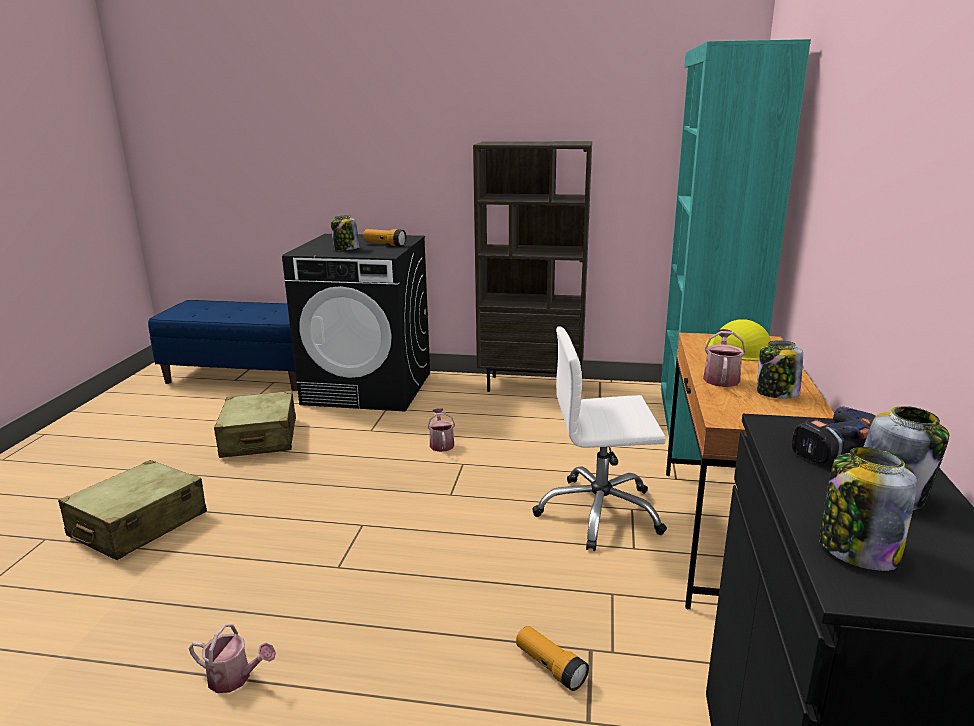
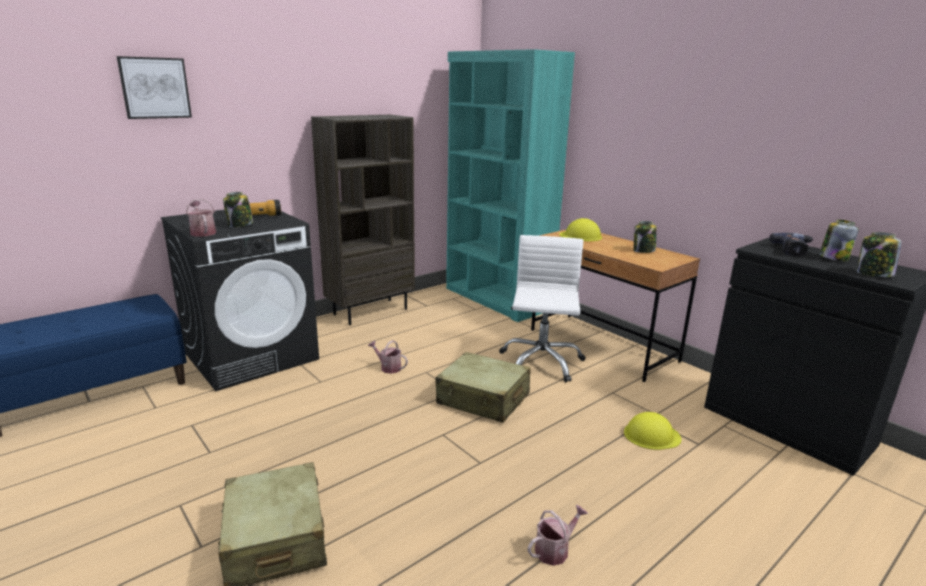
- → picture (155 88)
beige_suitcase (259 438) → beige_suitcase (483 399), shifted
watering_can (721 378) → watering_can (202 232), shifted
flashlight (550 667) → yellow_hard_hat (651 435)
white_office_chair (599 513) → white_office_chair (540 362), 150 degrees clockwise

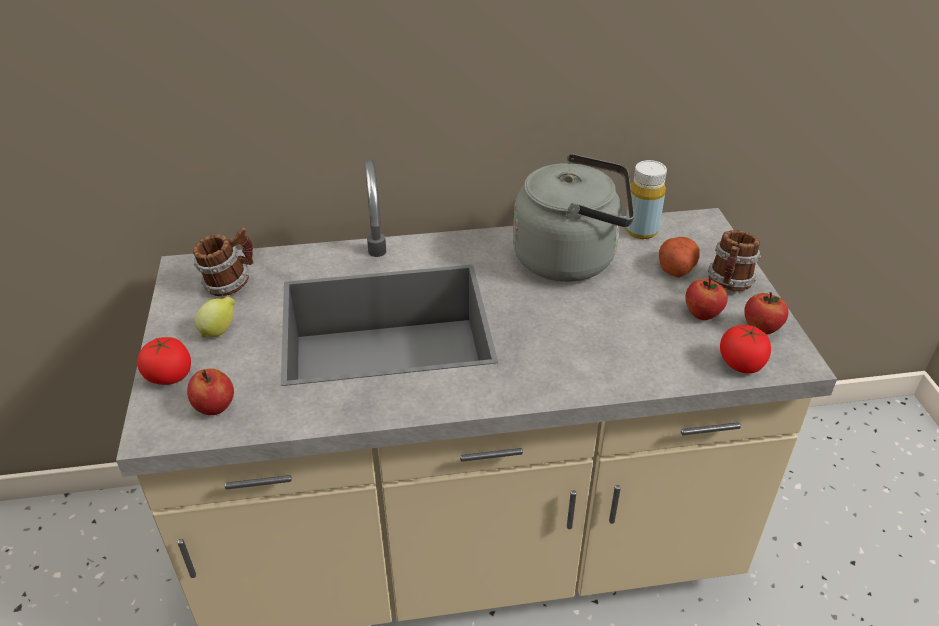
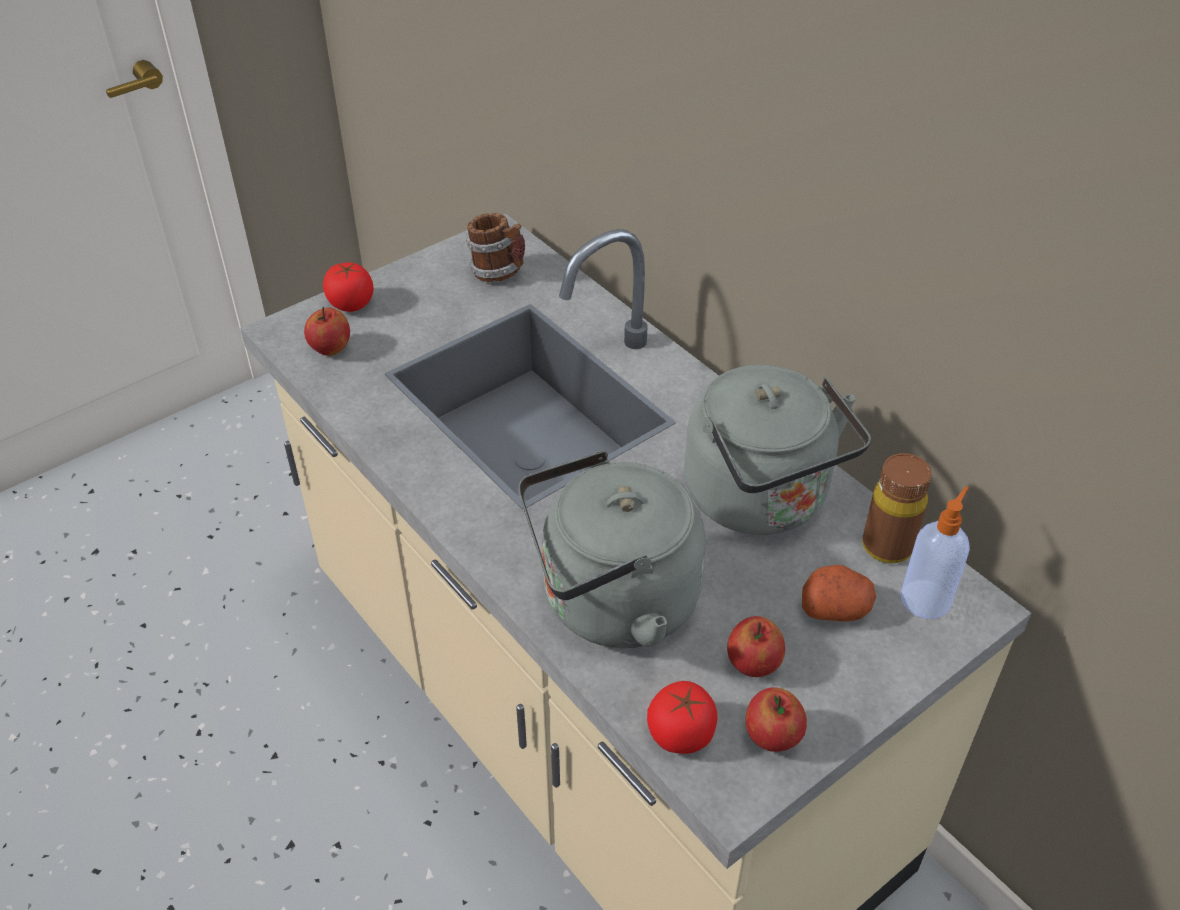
lemon (220 331) → -
mug (729 284) → -
- → grey_kettle (611 603)
- → soap_dispenser (926 598)
yellow_bottle (641 230) → brown_bottle (887 546)

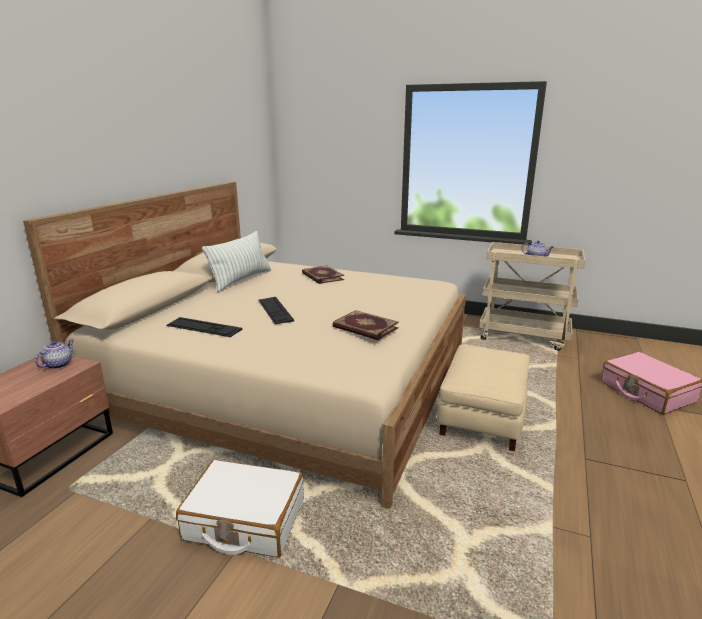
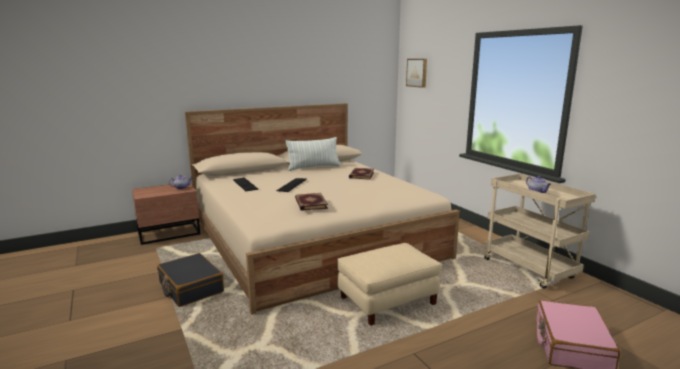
- → picture (417 72)
white_suitcase (245 520) → black_suitcase (190 288)

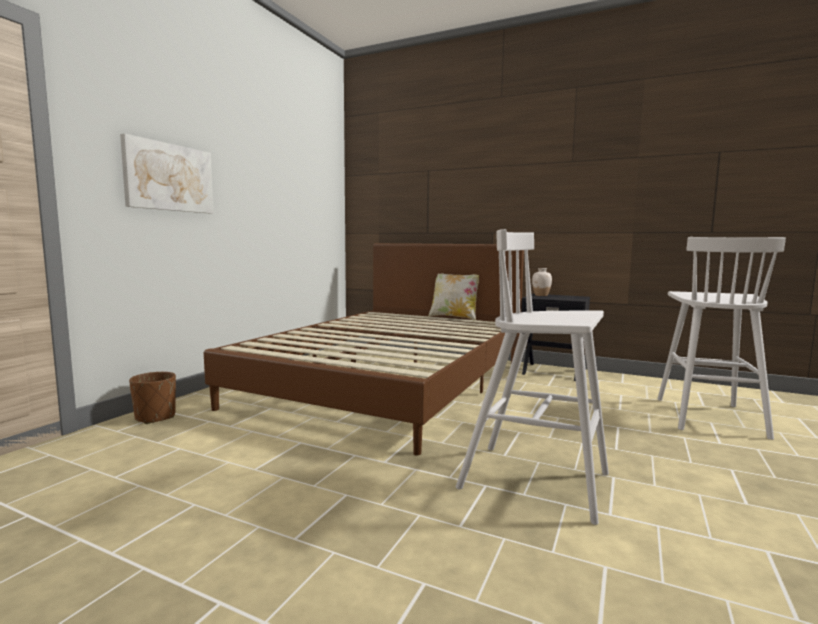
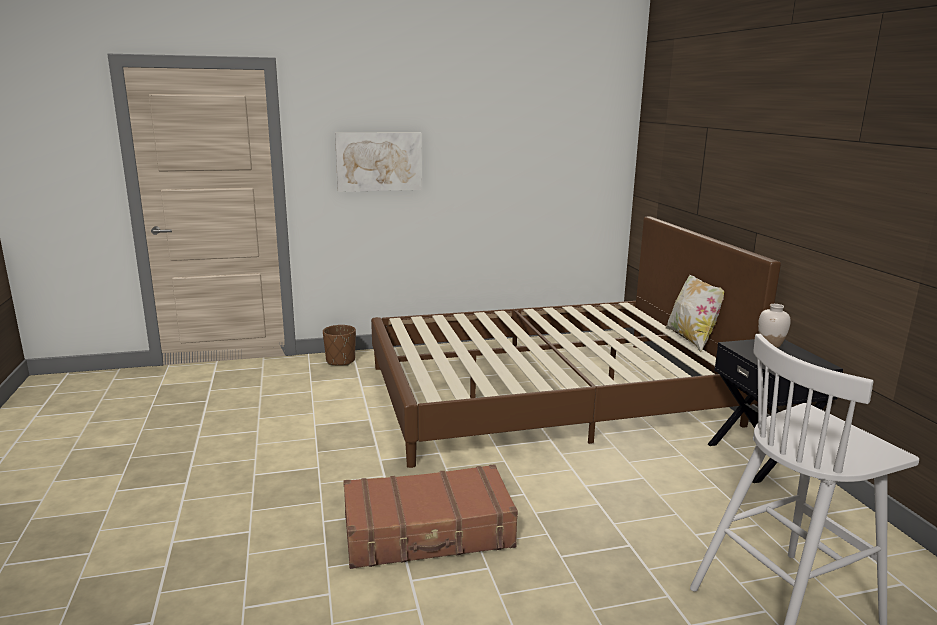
white_stool (538 482) → brown_suitcase (428 532)

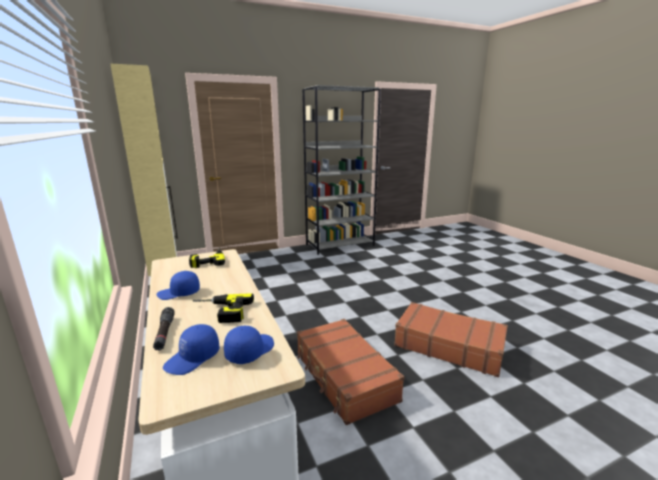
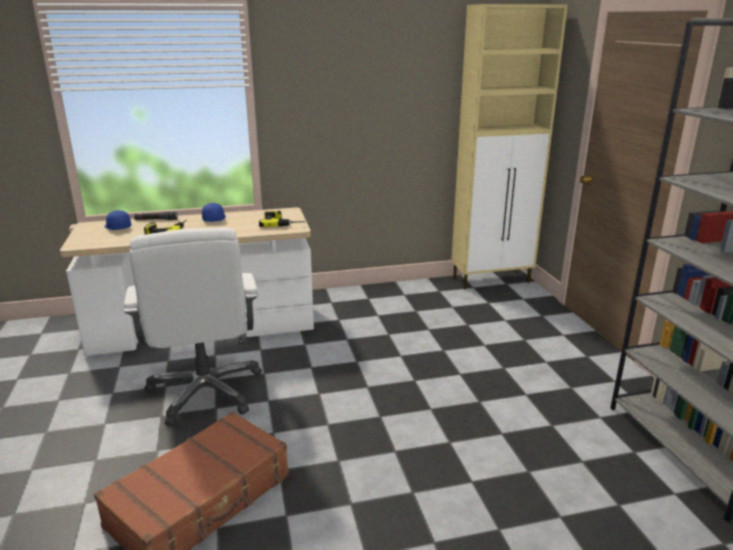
blue_cap (249 350) → -
brown_suitcase (344 376) → white_office_chair (206 392)

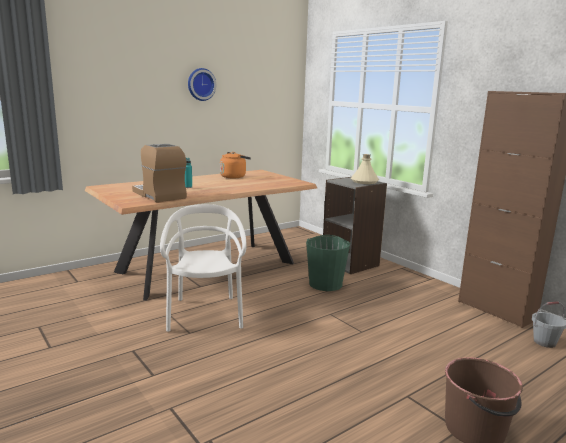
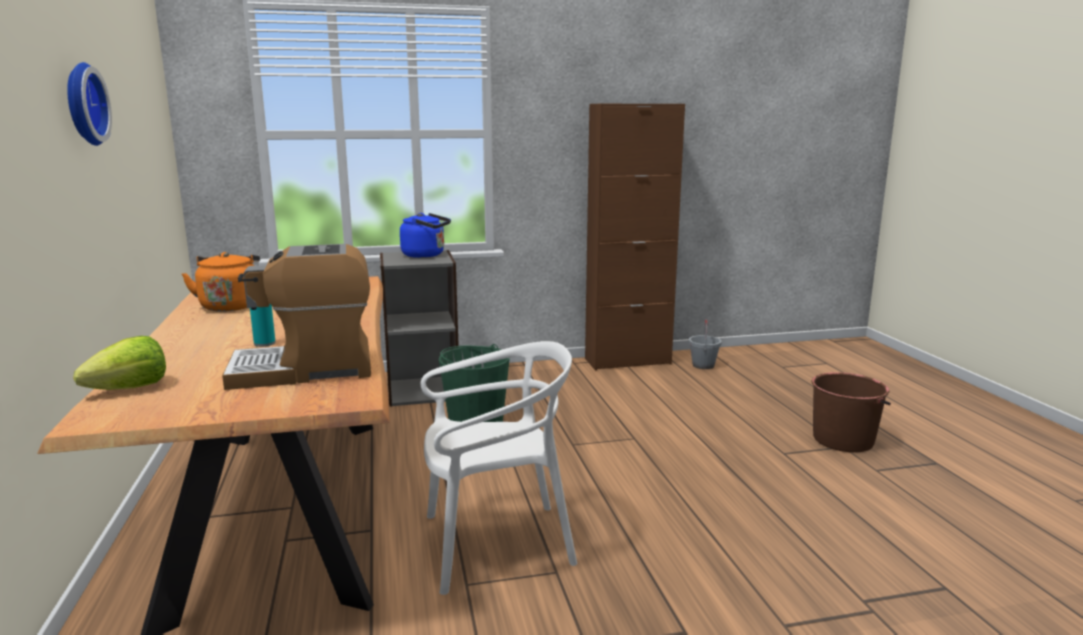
- → lettuce (130 388)
beige_bottle (364 182) → blue_kettle (426 255)
white_chair (205 314) → white_chair (496 544), 150 degrees clockwise

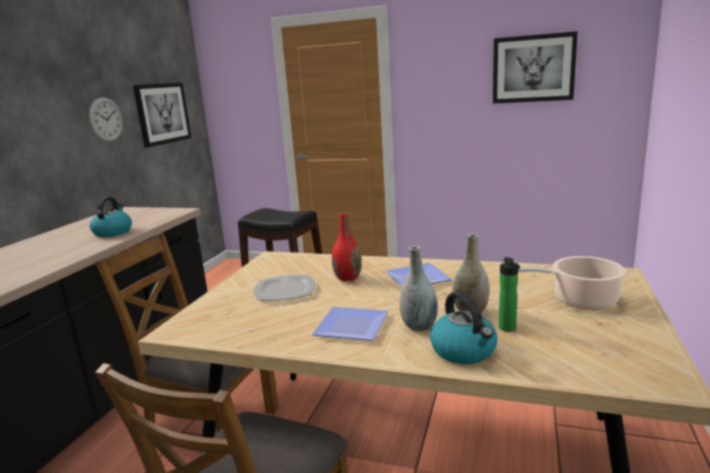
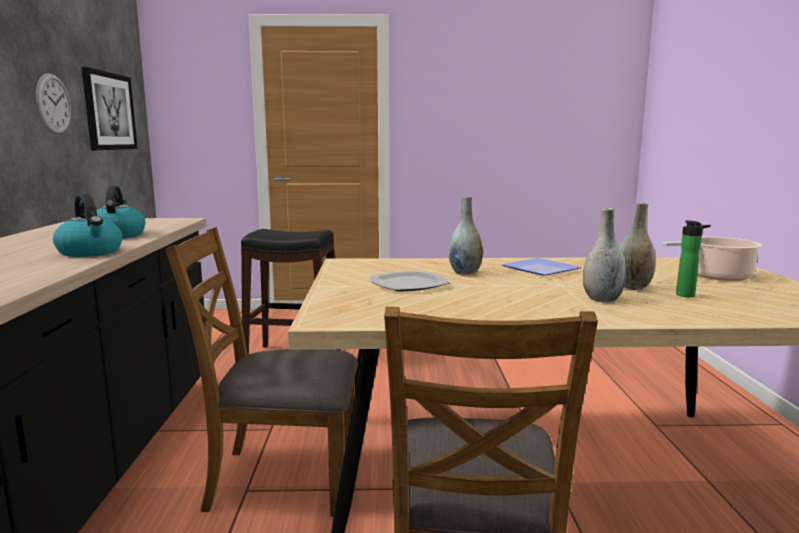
plate (353 328) → -
picture (533 68) → -
kettle (464 351) → kettle (91 252), shifted
red_vase (347 278) → grey_vase (465 273)

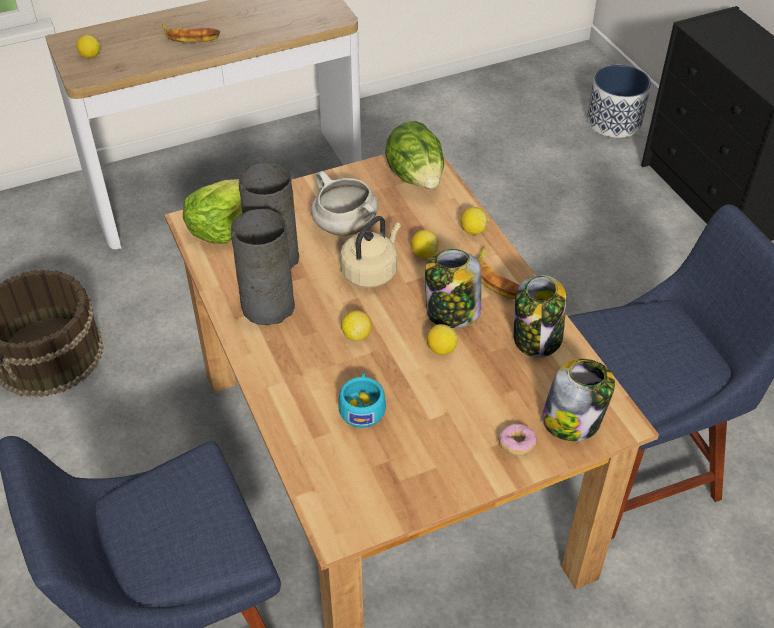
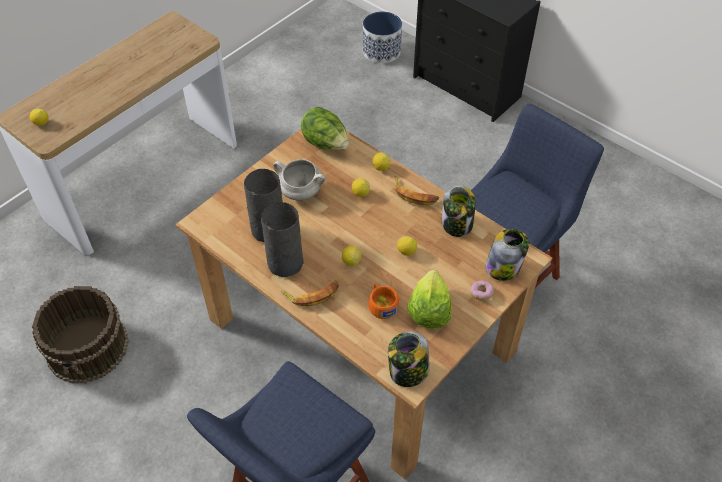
beige_kettle (371 271) → -
banana (190 37) → banana (312 294), shifted
lettuce (220 226) → lettuce (429 310), shifted
jar (451 312) → jar (408 372), shifted
turquoise_cup (362 407) → orange_cup (382 305)

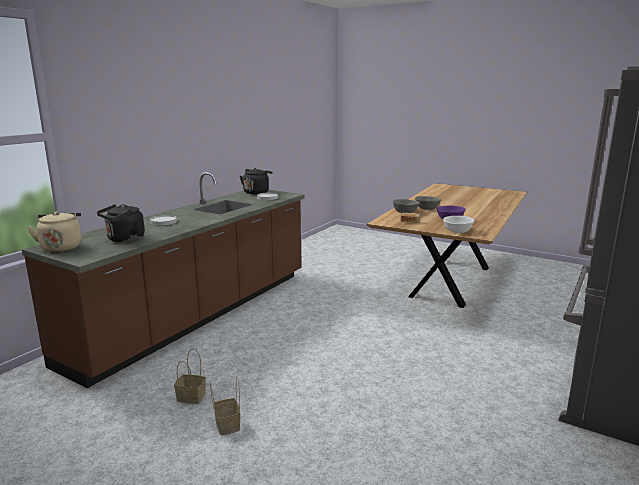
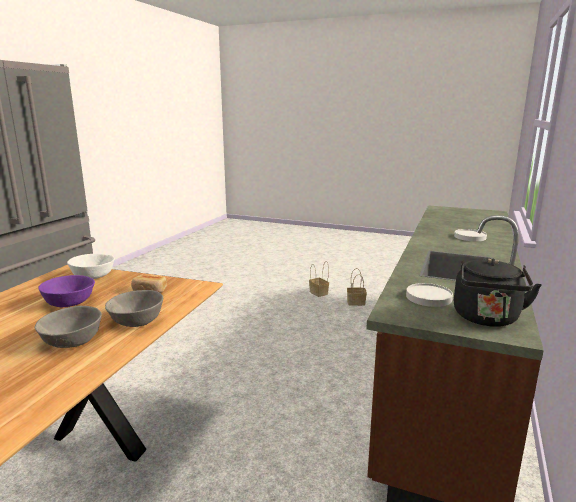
beige_kettle (61 247) → -
black_kettle (124 239) → -

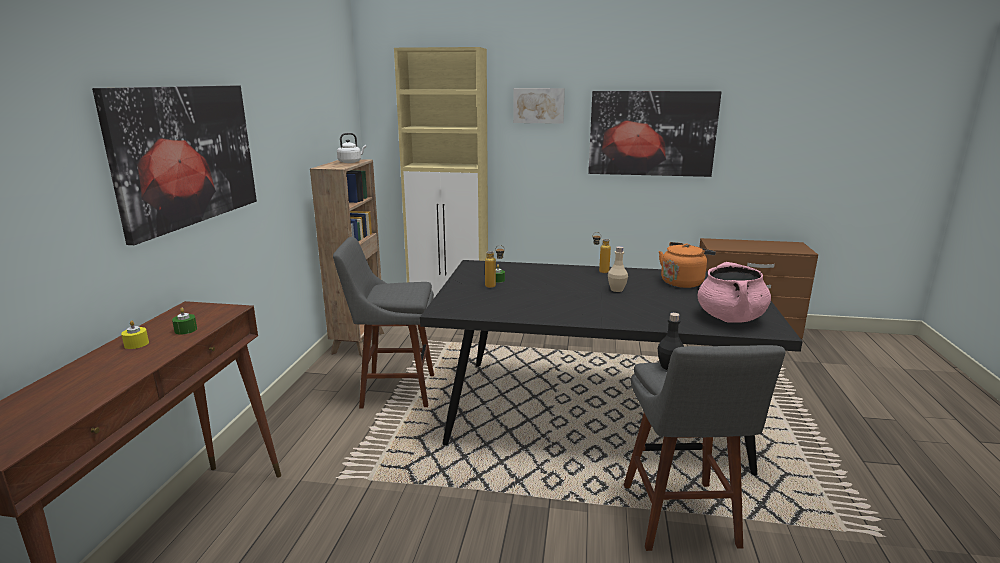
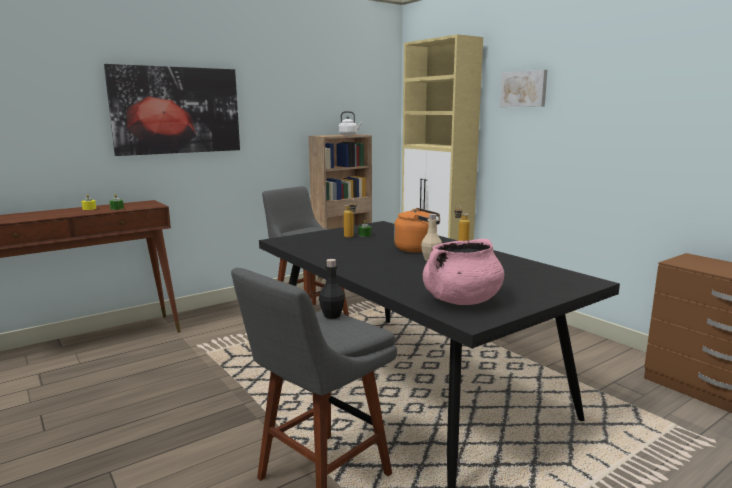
picture (651 133) → -
orange_kettle (683 282) → orange_kettle (418 249), shifted

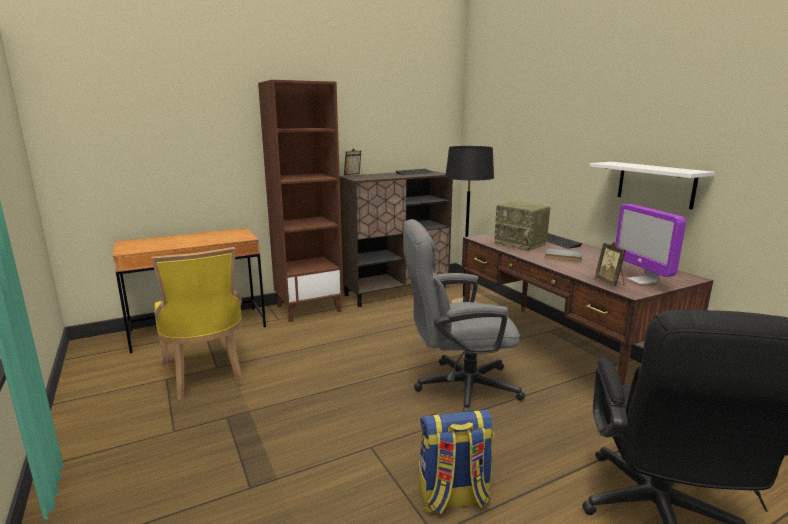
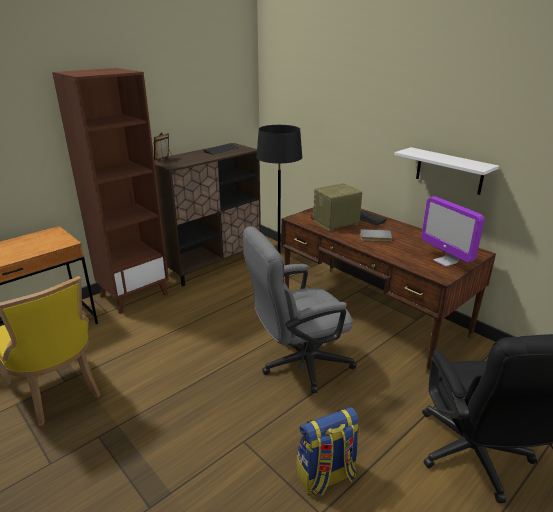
picture_frame (610 282) → -
radio (521 244) → radio (335 223), 120 degrees clockwise

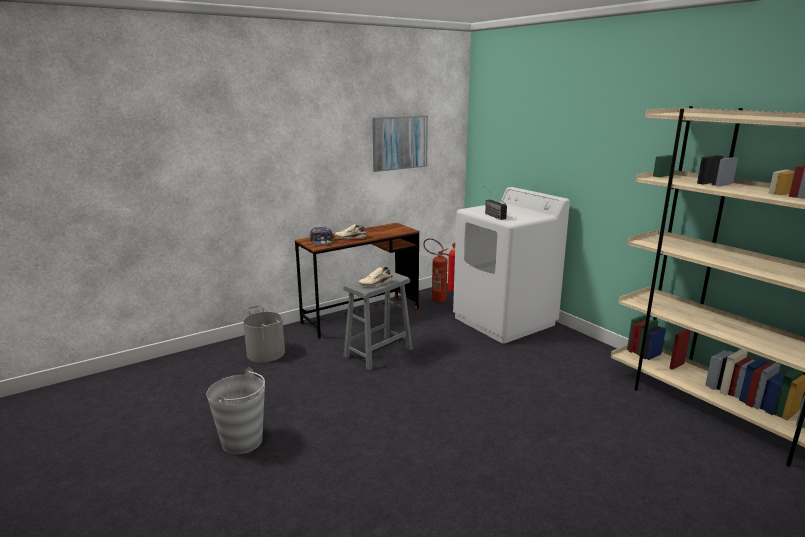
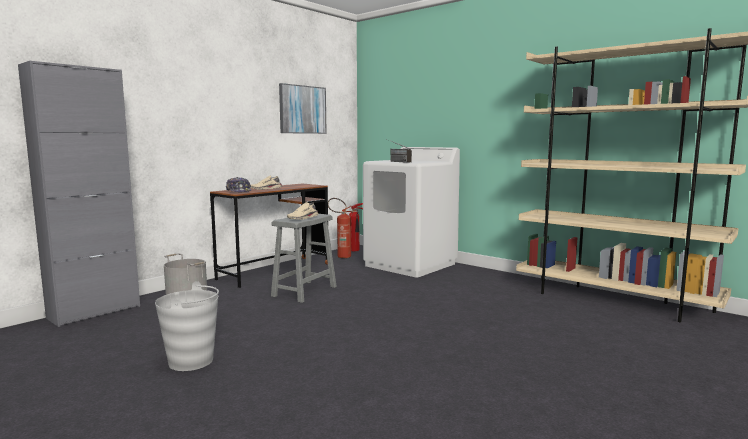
- → grey_cabinet (94 312)

